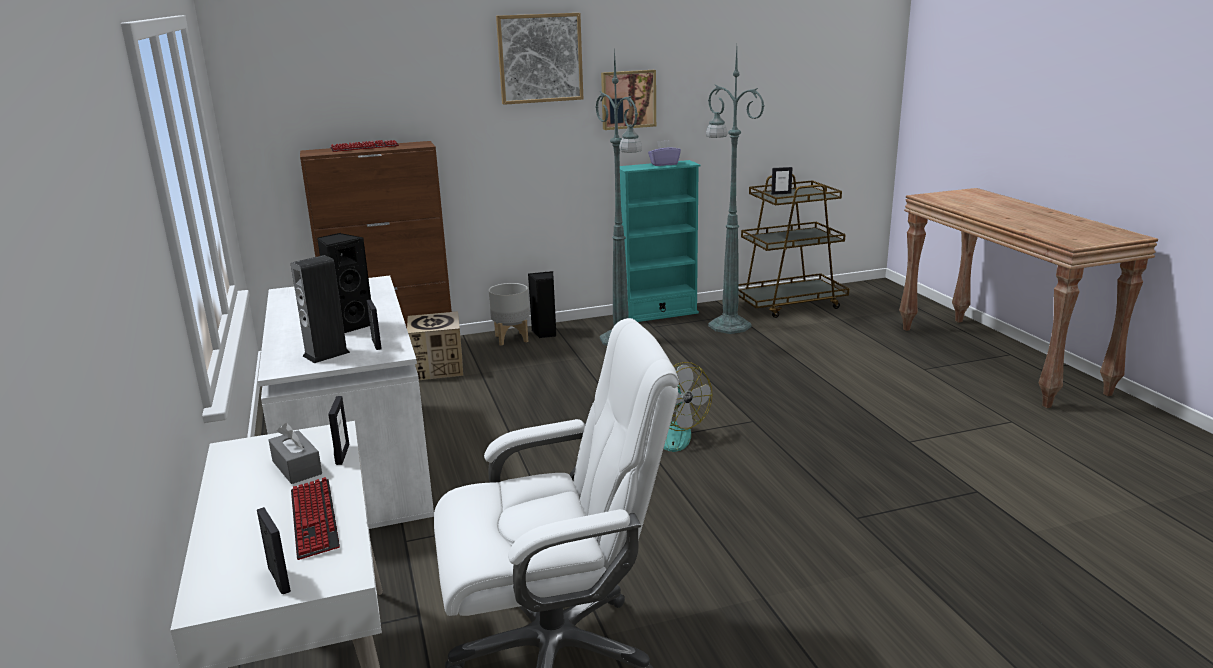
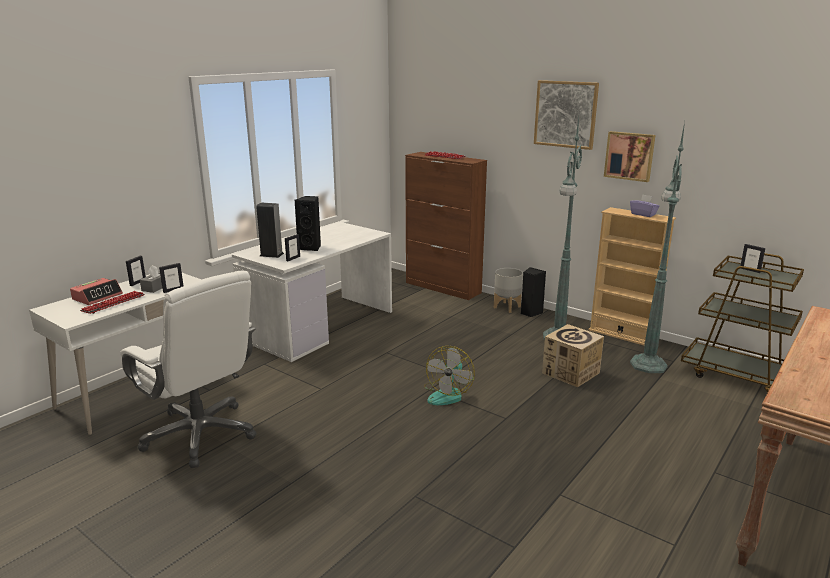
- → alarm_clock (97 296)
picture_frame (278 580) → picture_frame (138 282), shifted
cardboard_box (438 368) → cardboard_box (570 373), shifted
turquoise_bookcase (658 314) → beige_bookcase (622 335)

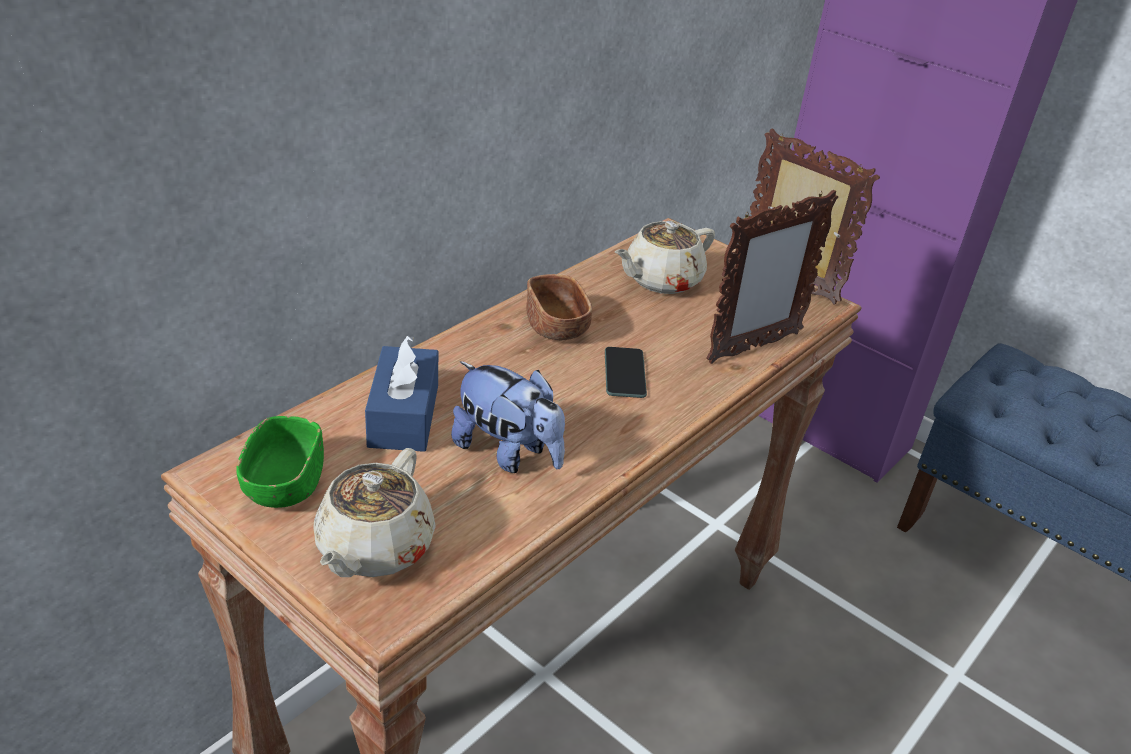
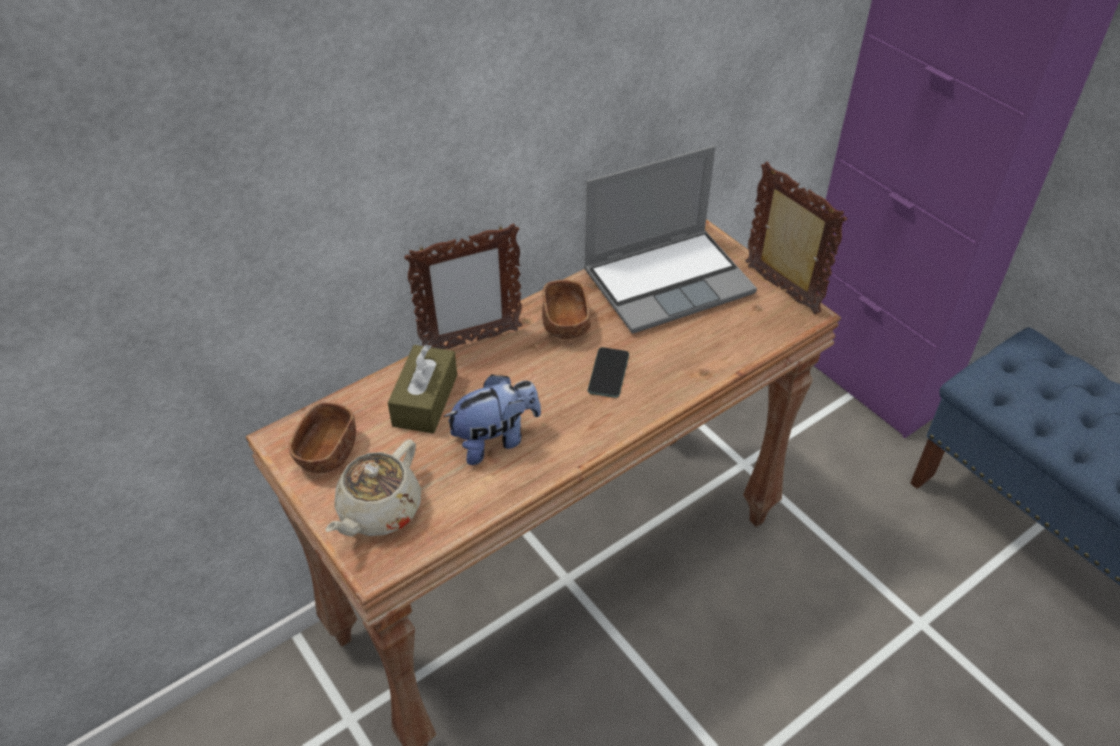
picture_frame (753 348) → picture_frame (471 341), shifted
beige_teapot (661 280) → laptop (668 281)
green_bowl (284 484) → brown_bowl (327 452)
blue_tissue_box (403 416) → brown_tissue_box (425 400)
plush_toy (508 453) → plush_toy (495 440), 75 degrees counterclockwise

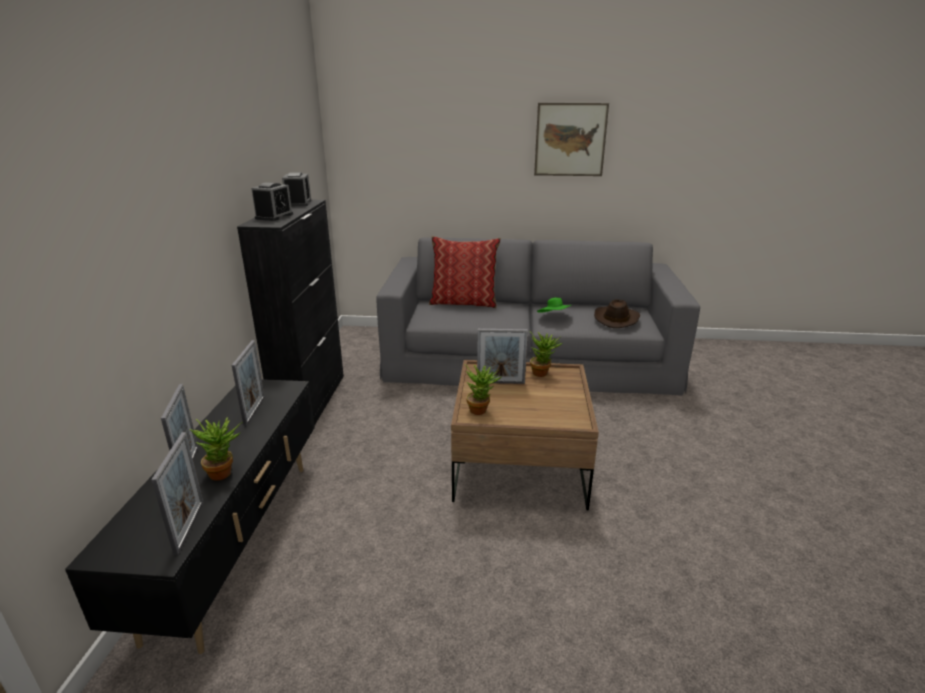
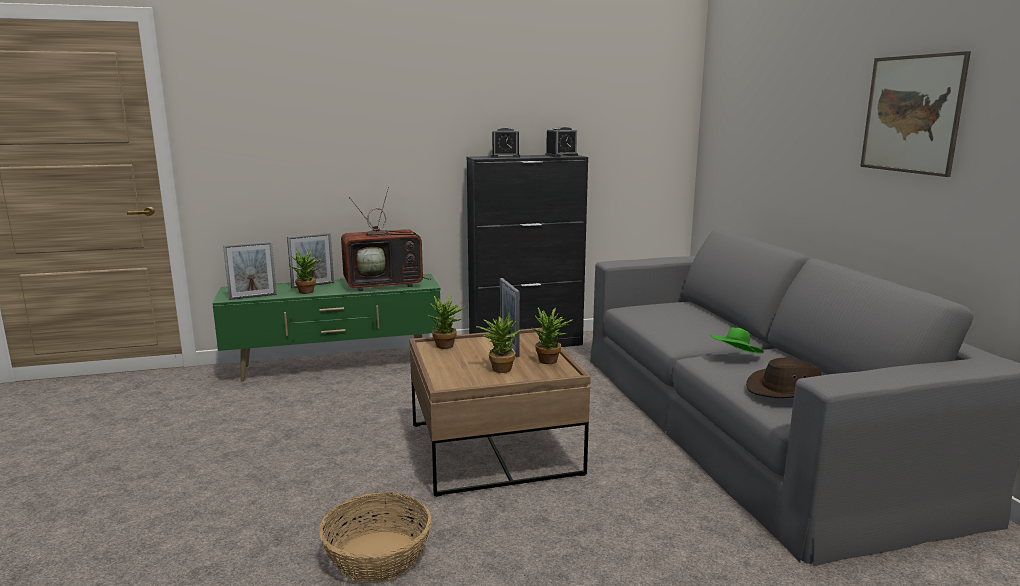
pillow (464 302) → -
- → basket (378 556)
- → potted_plant (499 368)
picture_frame (254 411) → television (385 284)
black_tv_stand (237 542) → green_tv_stand (336 365)

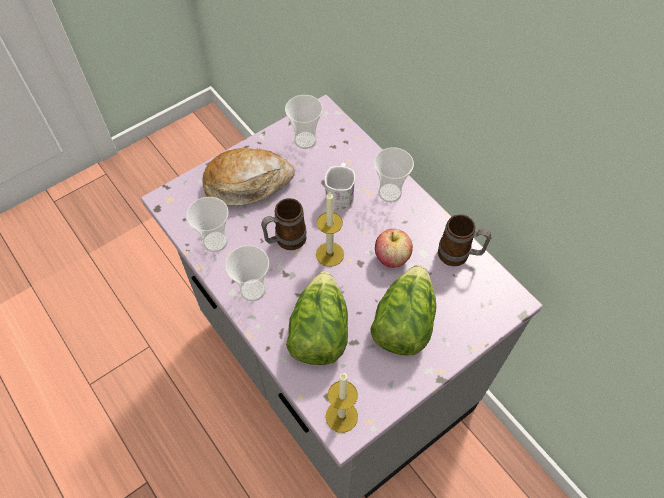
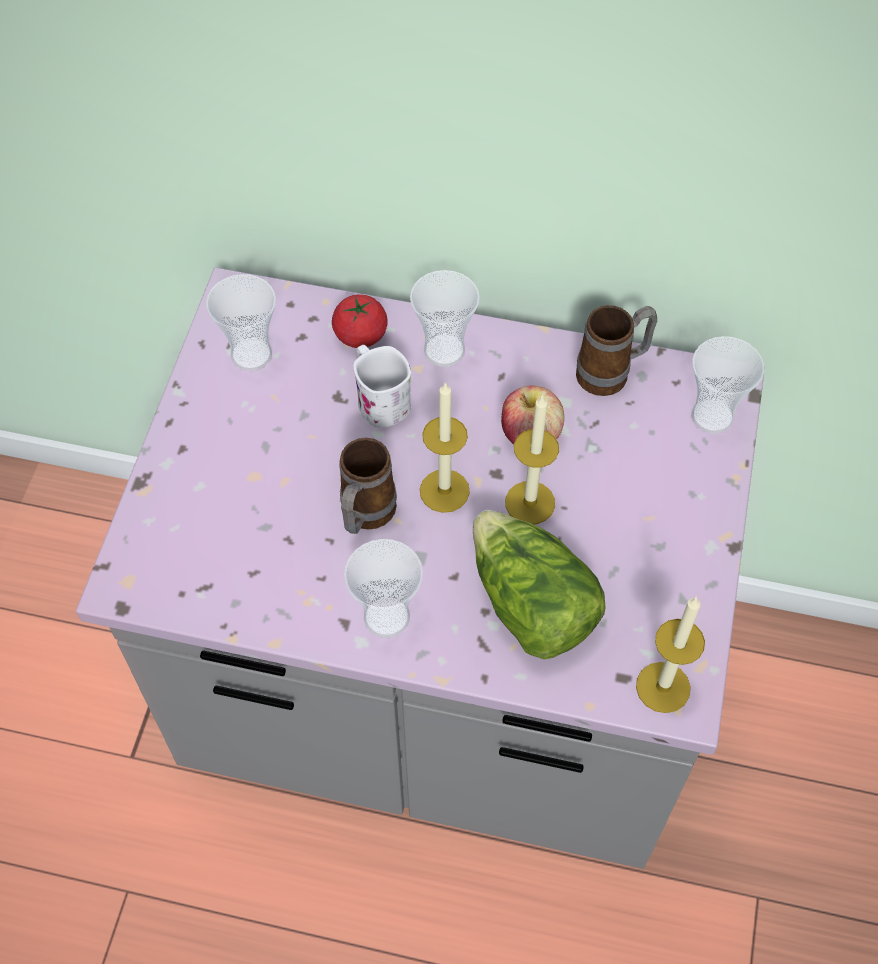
bread (248 183) → -
lettuce (403 322) → -
- → tomato (360 335)
- → candle (530 502)
cup (215 242) → cup (712 416), shifted

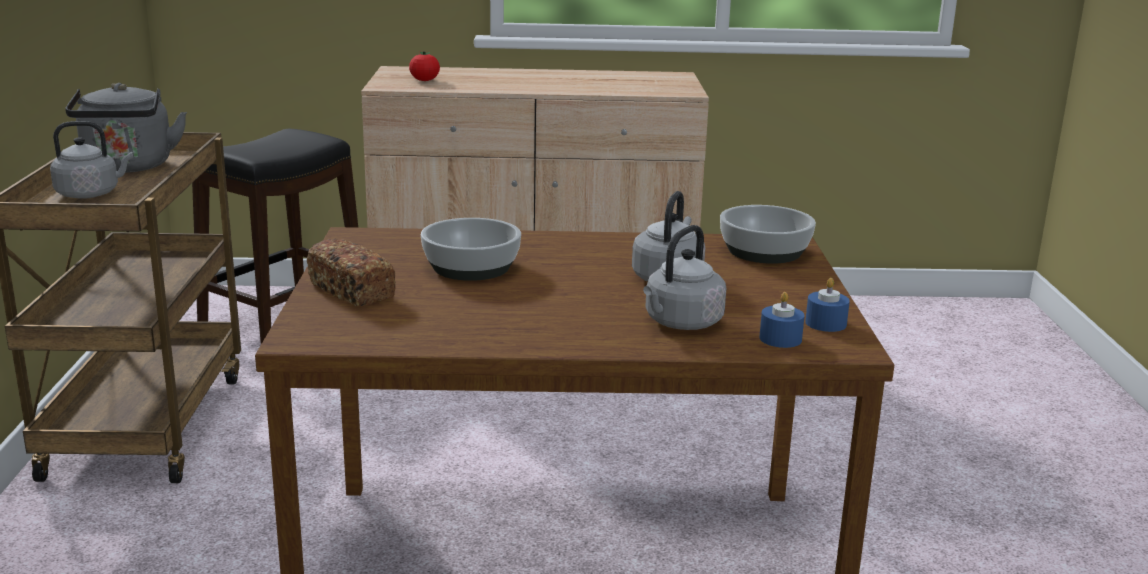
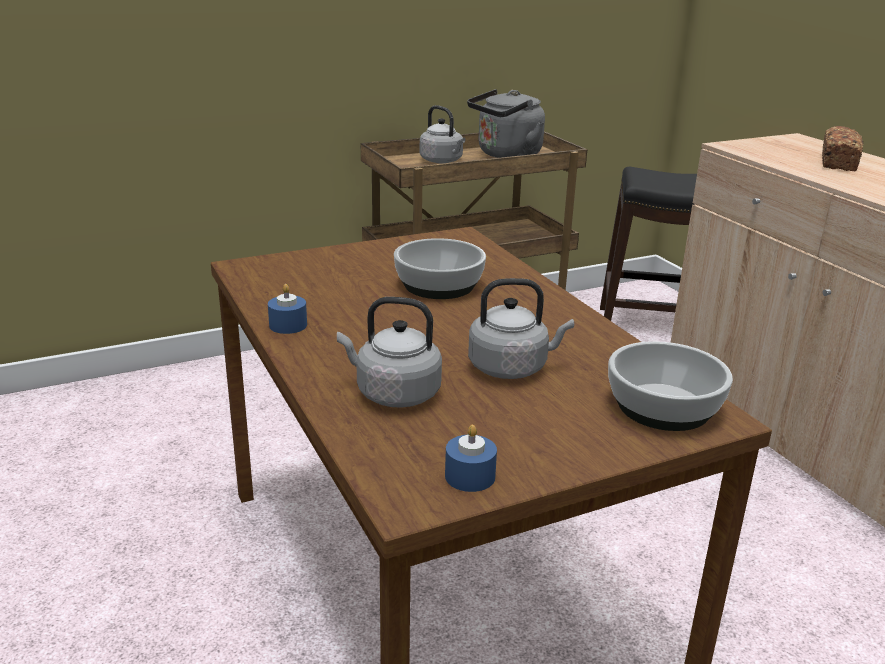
tomato (424 80) → -
bread (352 291) → bread (838 163), shifted
blue_candle (780 339) → blue_candle (288 325), shifted

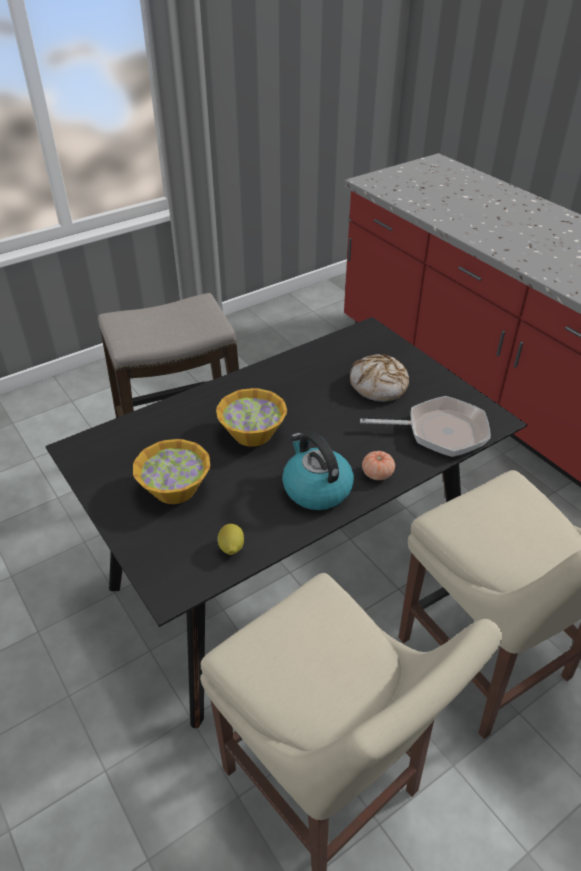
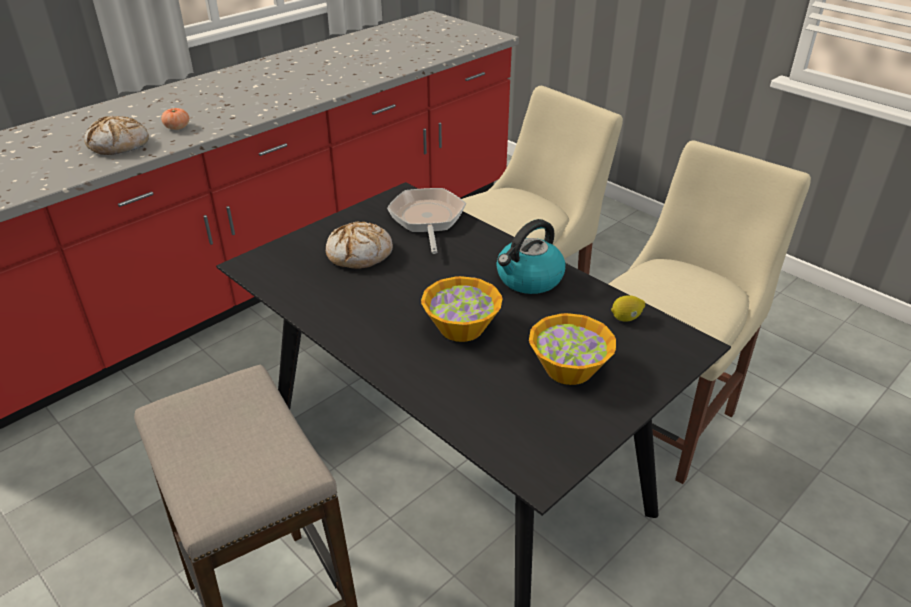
- → bread (119 145)
tomato (377 474) → tomato (177 127), shifted

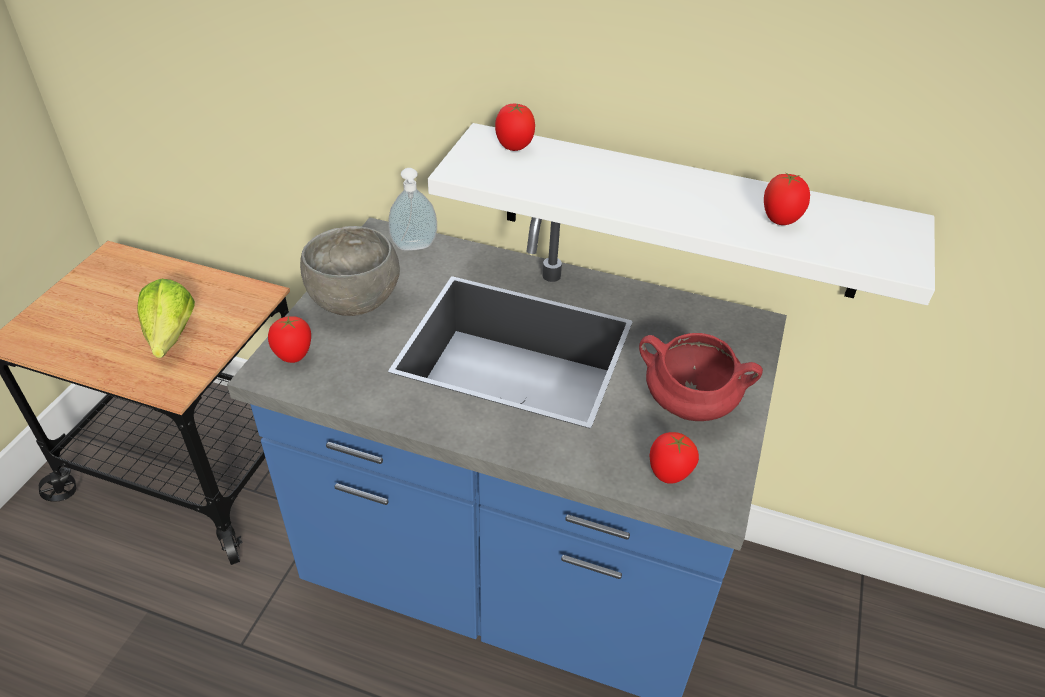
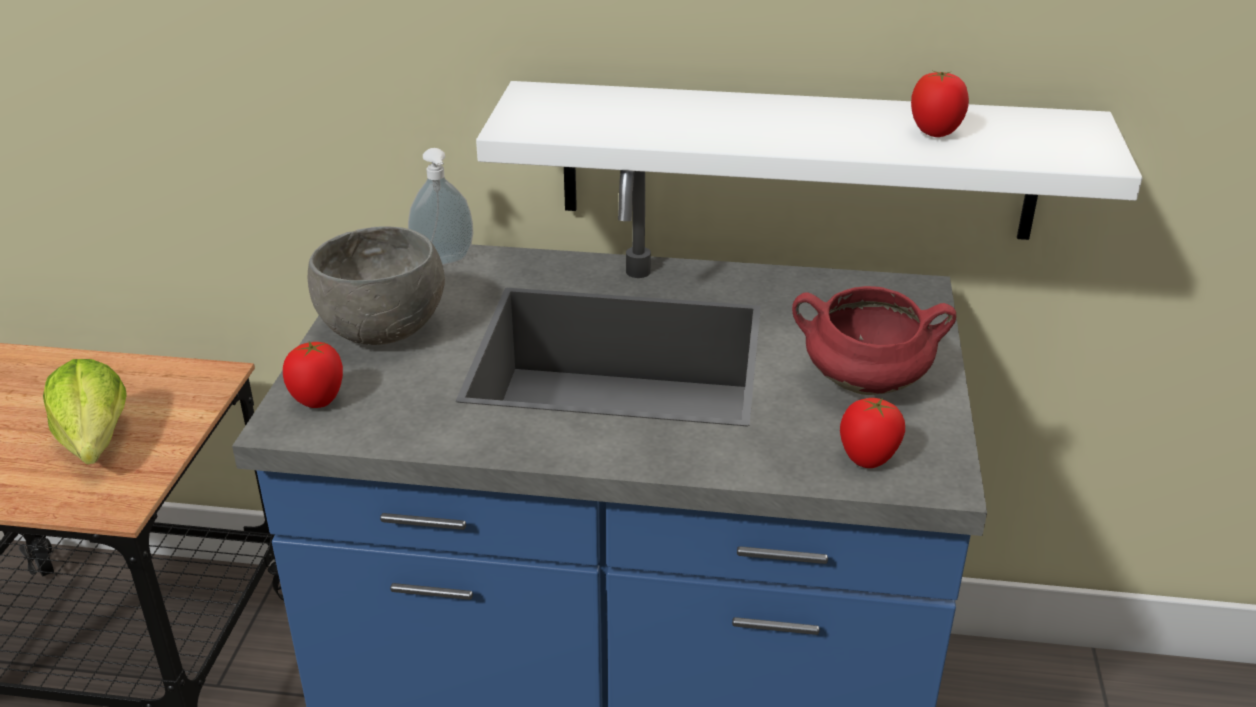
tomato (514 147) → -

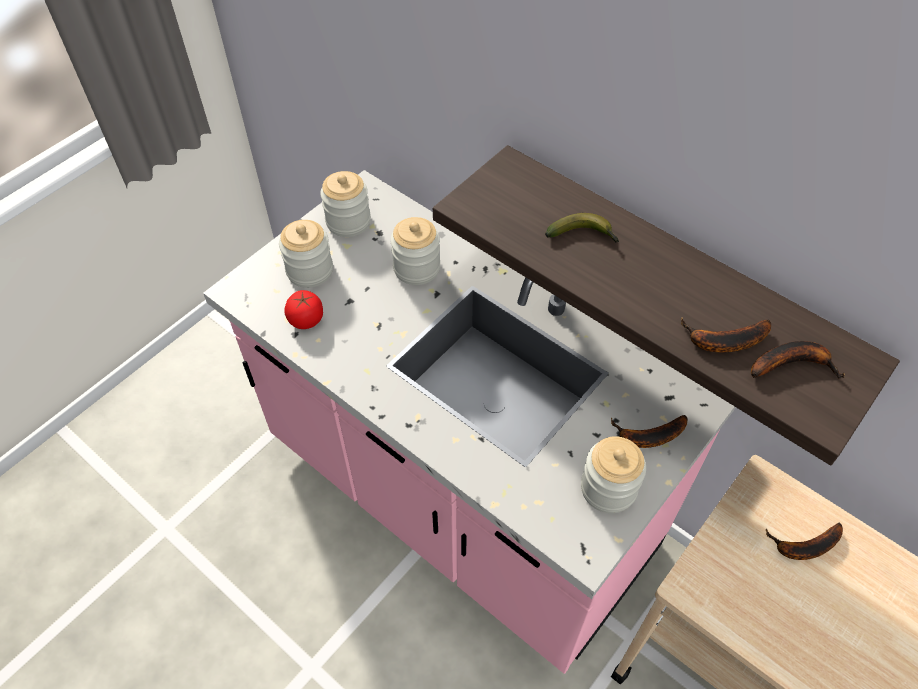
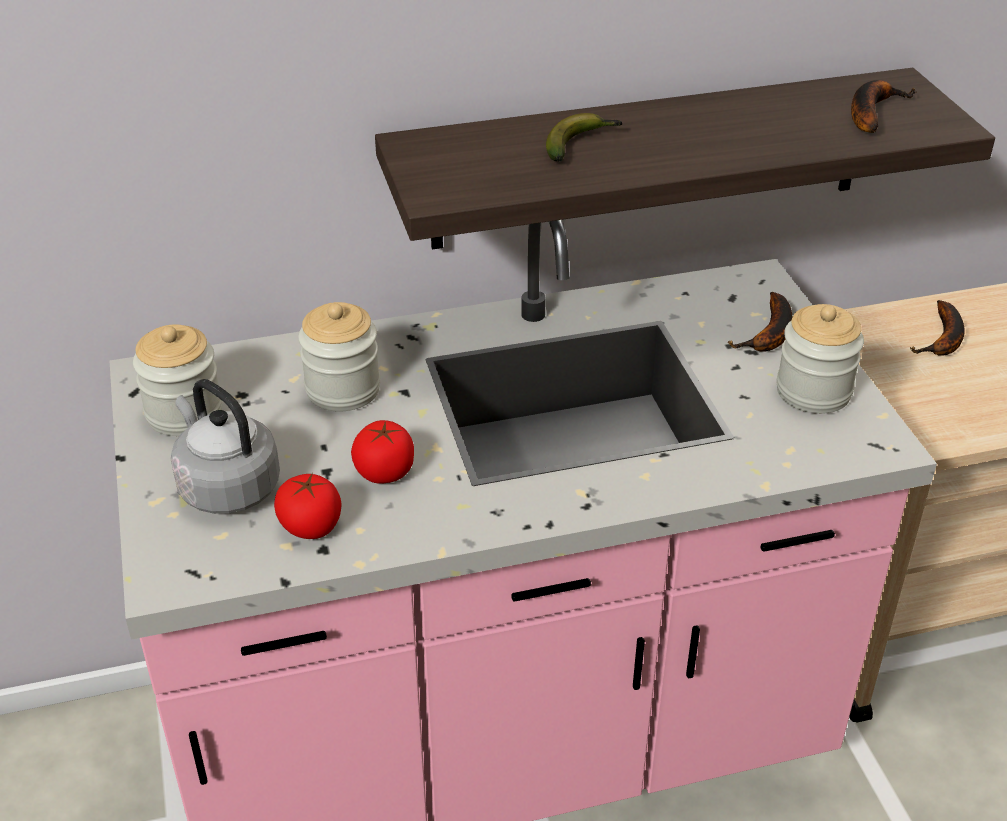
banana (722 341) → -
- → tomato (385 472)
jar (310 270) → grey_kettle (226 486)

